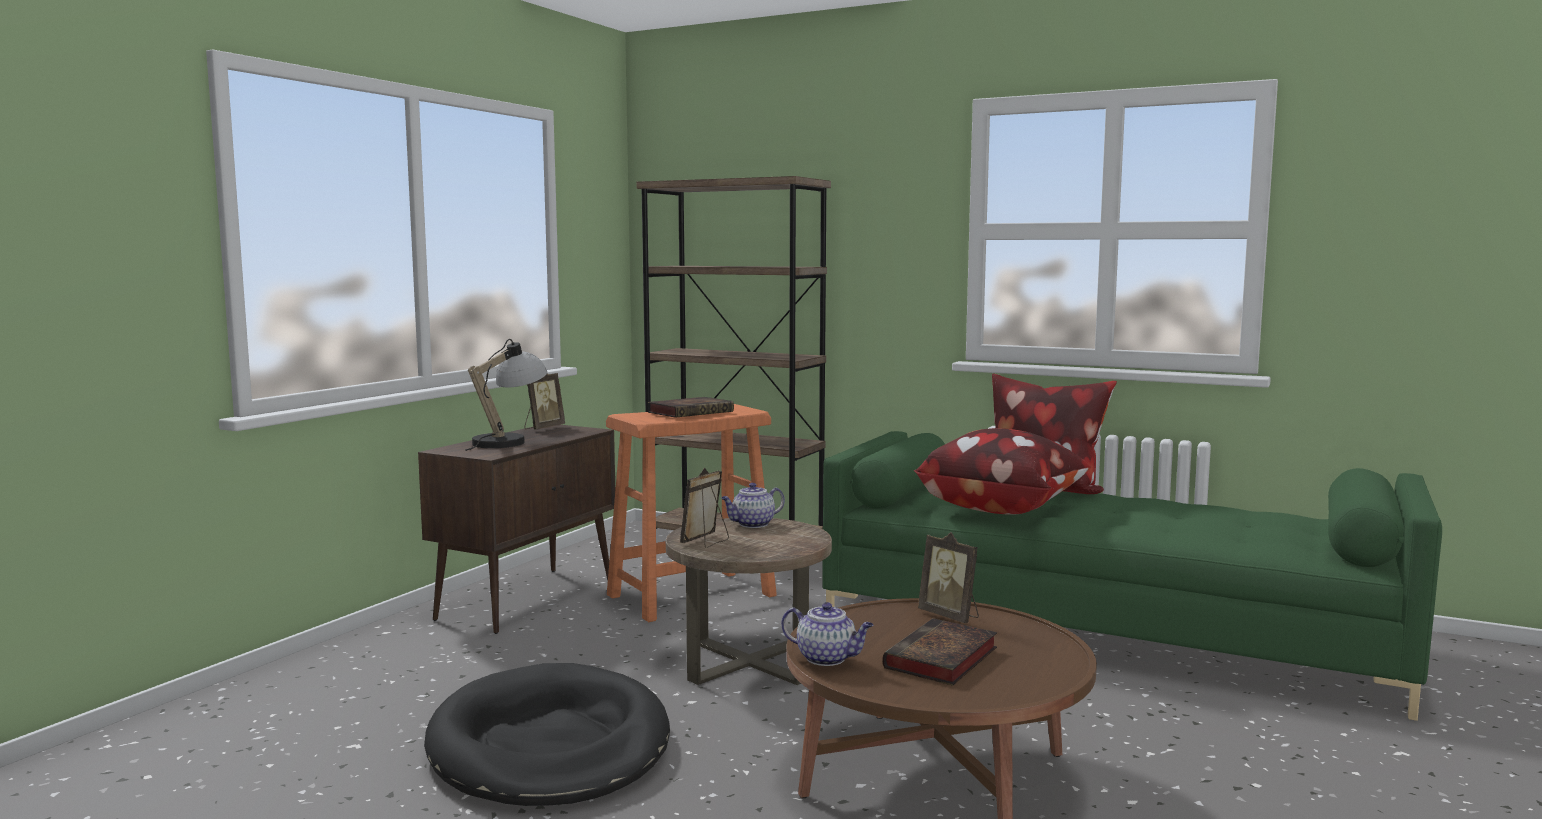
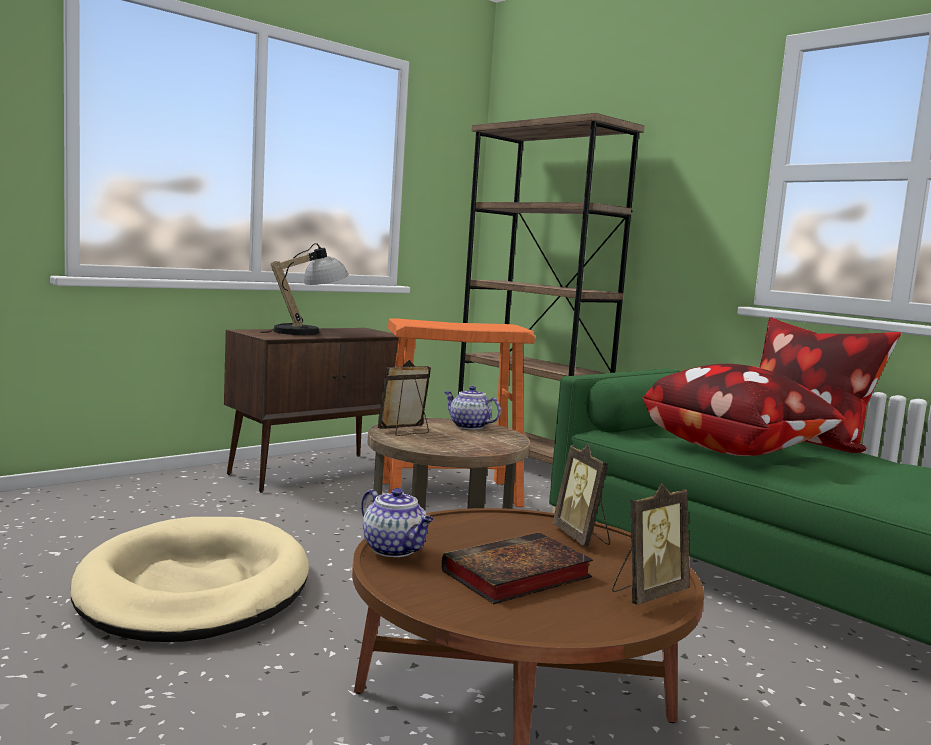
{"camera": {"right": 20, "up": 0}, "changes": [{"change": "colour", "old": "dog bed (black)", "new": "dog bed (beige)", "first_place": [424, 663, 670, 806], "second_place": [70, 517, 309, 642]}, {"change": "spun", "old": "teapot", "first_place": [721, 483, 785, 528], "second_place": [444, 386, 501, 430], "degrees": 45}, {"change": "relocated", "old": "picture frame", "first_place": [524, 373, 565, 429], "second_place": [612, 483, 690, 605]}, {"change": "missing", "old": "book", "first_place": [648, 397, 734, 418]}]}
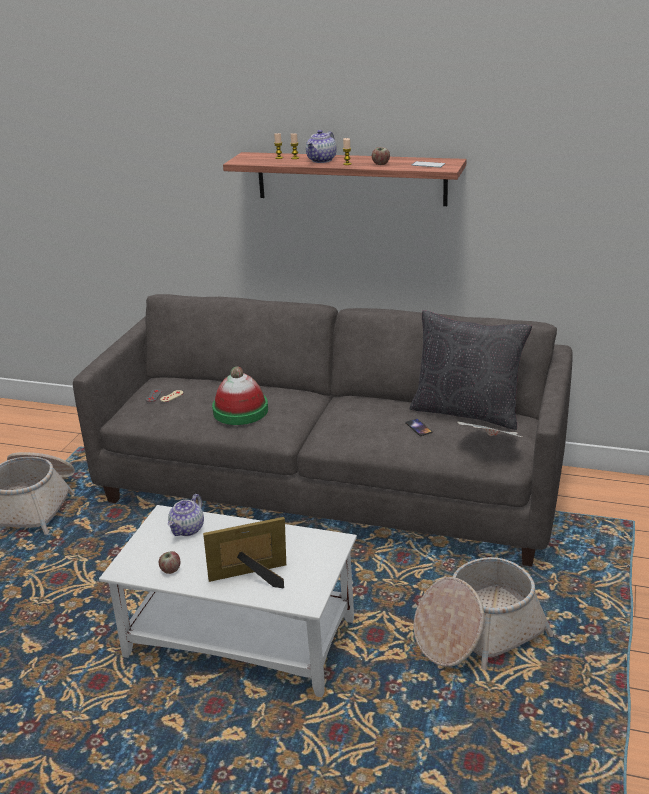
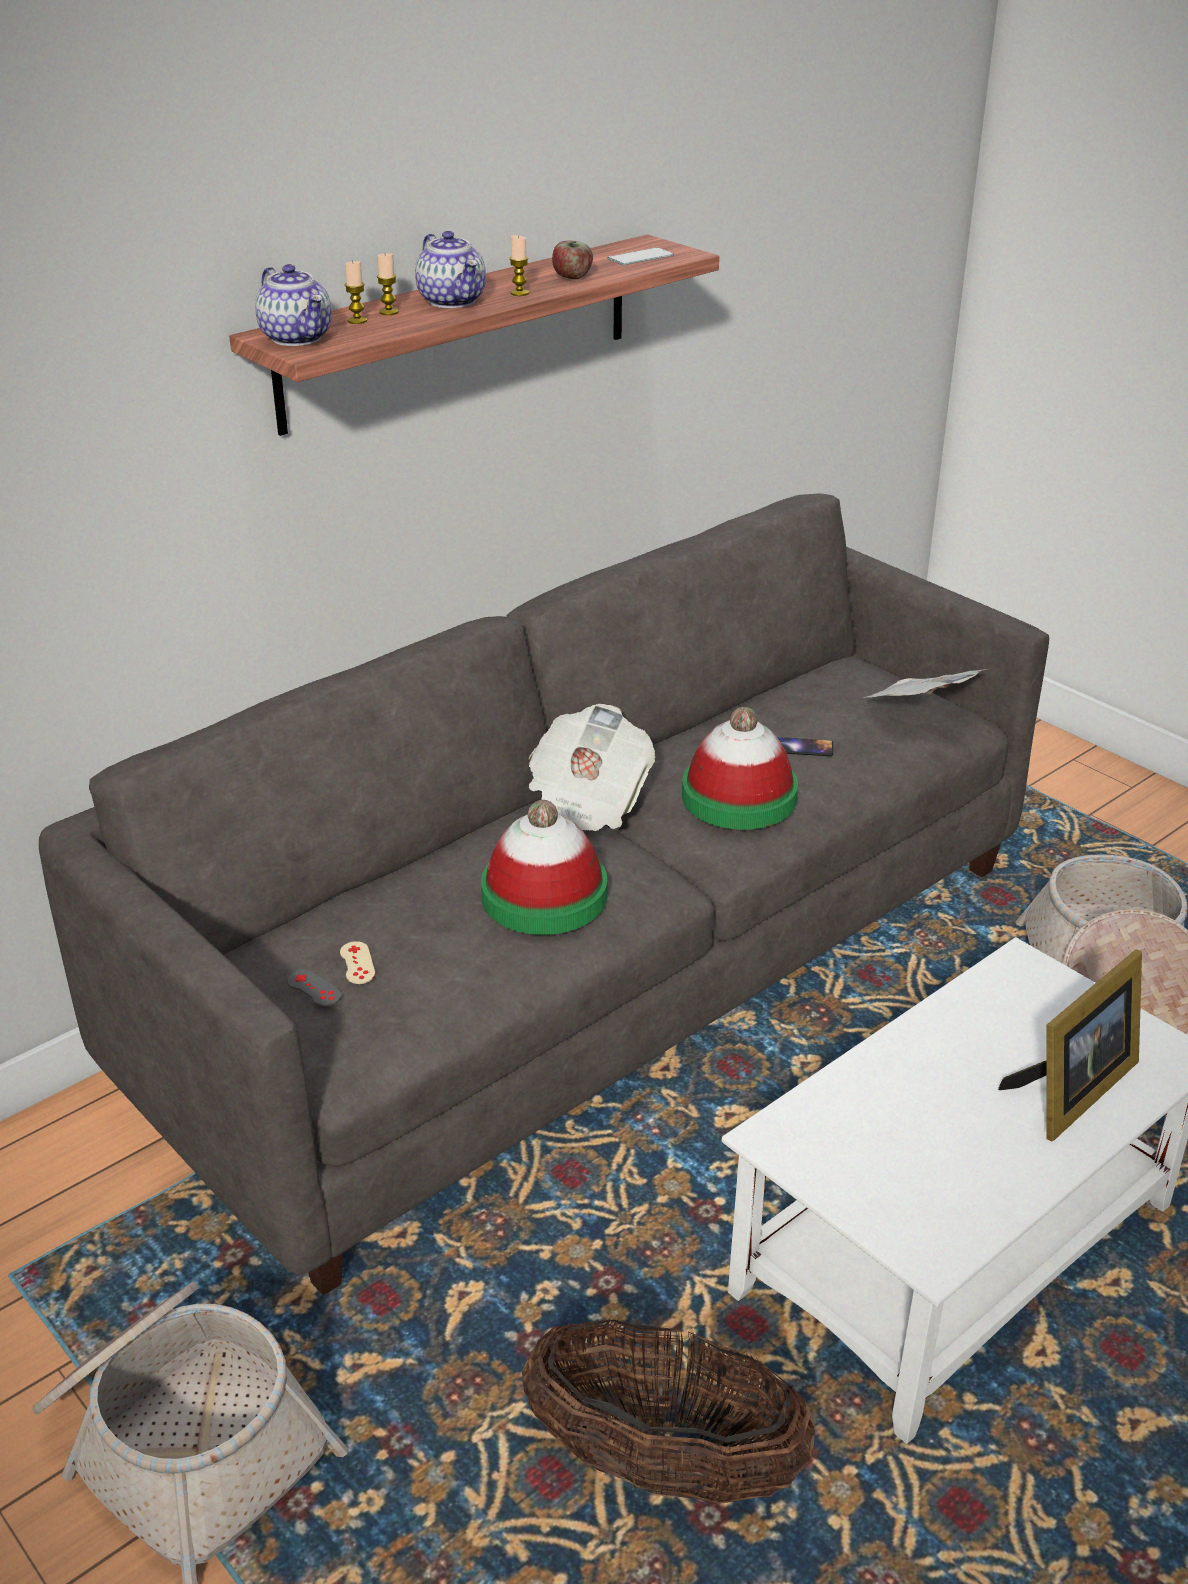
{"camera": {"right": -60, "up": 5}, "changes": [{"change": "relocated", "old": "teapot", "first_place": [168, 494, 204, 536], "second_place": [255, 264, 332, 346]}, {"change": "appeared", "new": "basket", "second_place": [522, 1318, 815, 1504]}, {"change": "appeared", "new": "newspaper", "second_place": [528, 704, 655, 831]}, {"change": "appeared", "new": "hat", "second_place": [682, 707, 798, 830]}, {"change": "spun", "old": "picture frame", "first_place": [203, 517, 286, 588], "second_place": [998, 949, 1142, 1141], "degrees": -150}, {"change": "missing", "old": "apple", "first_place": [159, 551, 181, 574]}, {"change": "missing", "old": "pillow (black)", "first_place": [410, 311, 532, 430]}]}
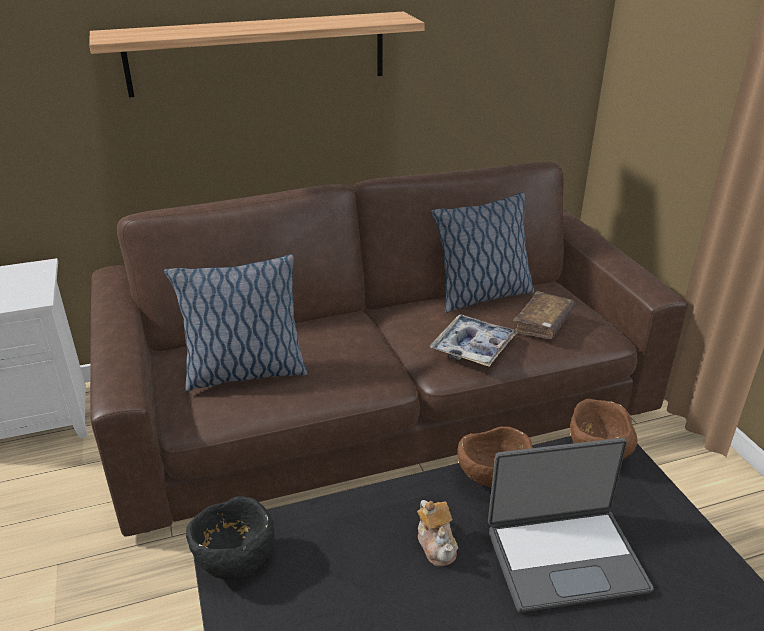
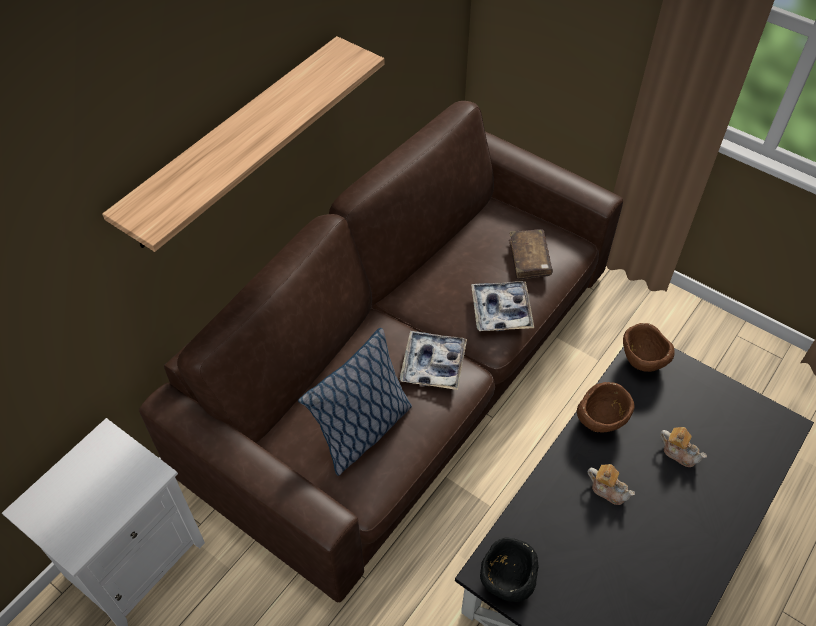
{"camera": {"right": -35, "up": 20}, "changes": [{"change": "appeared", "new": "tray", "second_place": [399, 331, 467, 390]}, {"change": "exchanged", "old": "laptop", "new": "teapot", "first_place": [488, 438, 654, 613], "second_place": [660, 427, 707, 467]}, {"change": "missing", "old": "pillow", "first_place": [431, 192, 534, 313]}]}
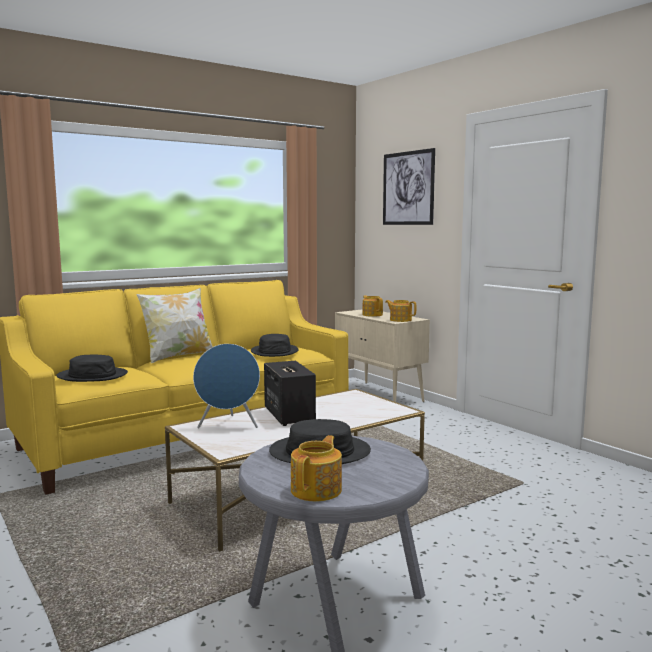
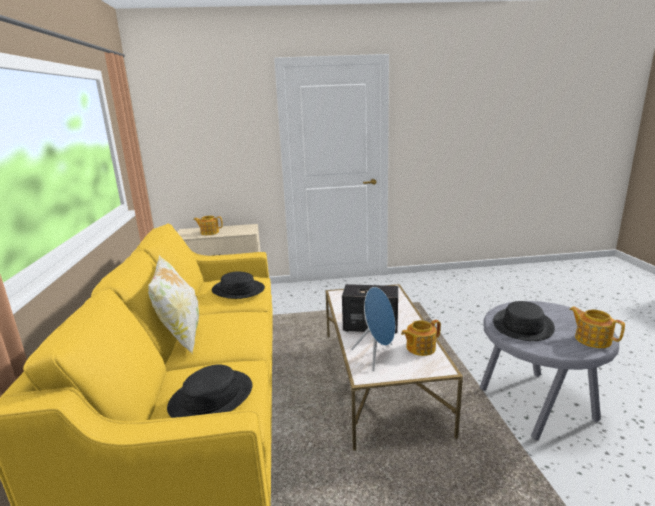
{"camera": {"right": -60, "up": 10}, "changes": [{"change": "relocated", "old": "teapot", "first_place": [385, 300, 416, 322], "second_place": [401, 320, 441, 356]}, {"change": "missing", "old": "picture", "first_place": [383, 148, 435, 225]}]}
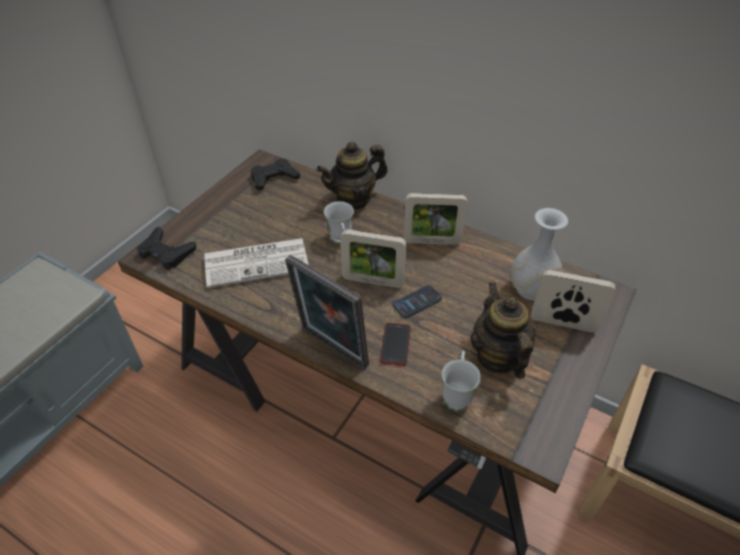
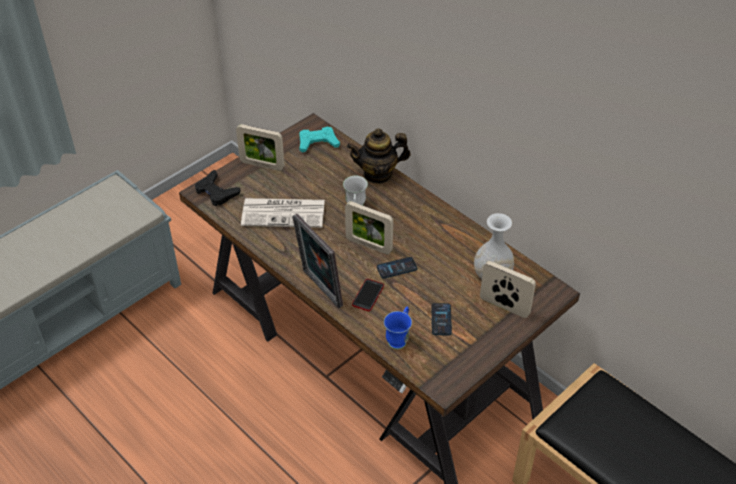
{"camera": {"right": 15, "up": 0}, "changes": [{"change": "relocated", "old": "picture frame", "first_place": [403, 193, 467, 245], "second_place": [236, 124, 285, 171]}, {"change": "colour", "old": "game controller (black)", "new": "game controller (turquoise)", "first_place": [251, 159, 300, 191], "second_place": [299, 127, 340, 153]}, {"change": "colour", "old": "mug (white)", "new": "mug (blue)", "first_place": [442, 350, 481, 411], "second_place": [384, 306, 412, 349]}, {"change": "exchanged", "old": "teapot", "new": "phone", "first_place": [471, 282, 536, 379], "second_place": [432, 303, 452, 336]}]}
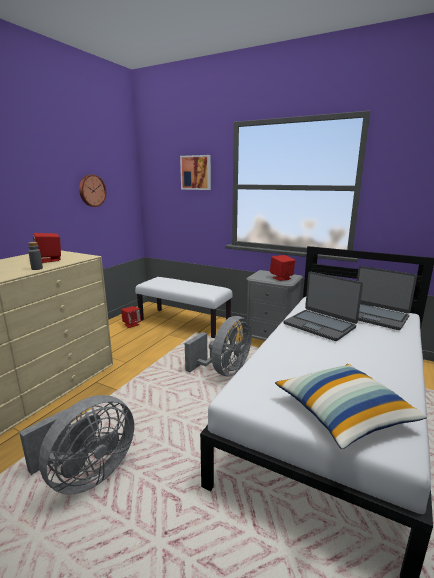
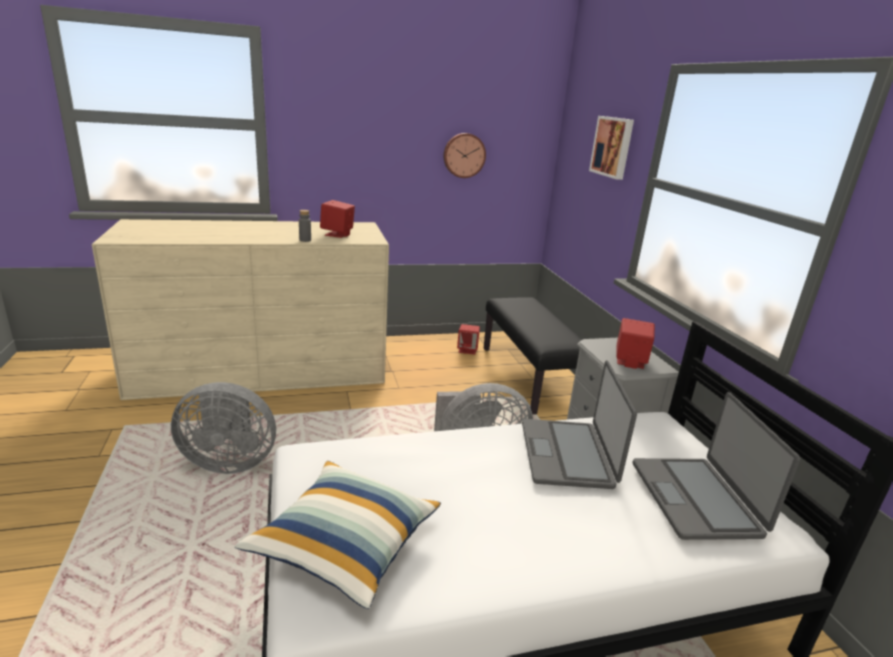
{"camera": {"right": 45, "up": 5}, "changes": [{"change": "colour", "old": "bench (white)", "new": "bench (black)", "first_place": [135, 277, 233, 338], "second_place": [484, 297, 582, 415]}]}
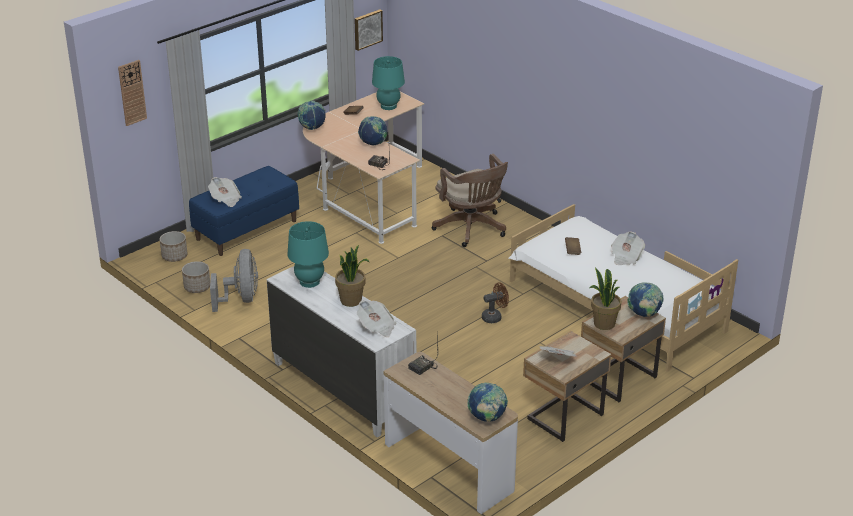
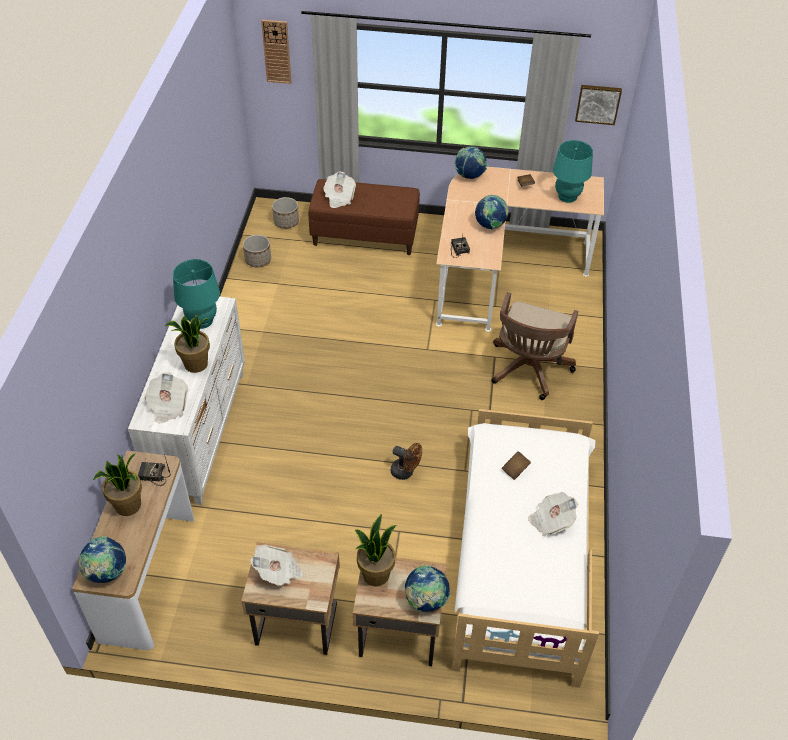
{"camera": {"right": 50, "up": 15}, "changes": [{"change": "appeared", "new": "potted plant", "second_place": [93, 453, 142, 516]}, {"change": "colour", "old": "bench (blue)", "new": "bench (brown)", "first_place": [189, 166, 299, 256], "second_place": [308, 179, 420, 255]}, {"change": "missing", "old": "fan (grey)", "first_place": [210, 249, 258, 312]}]}
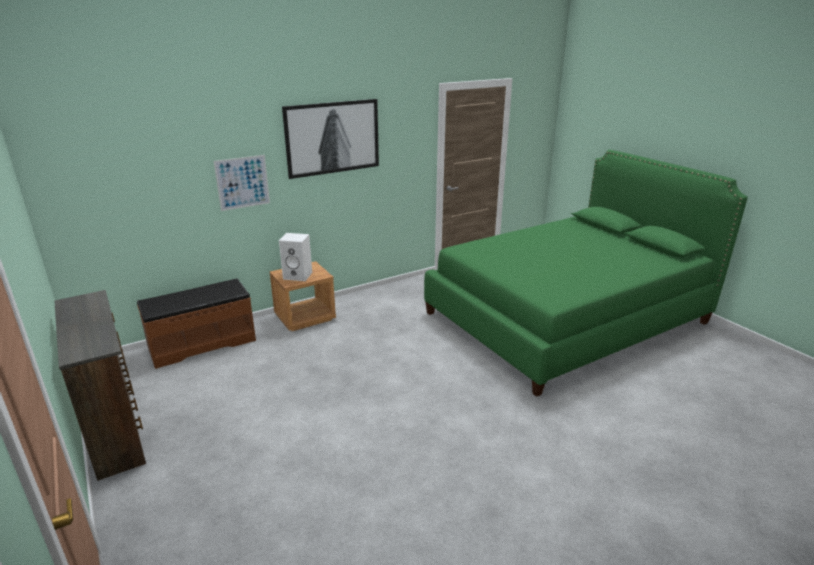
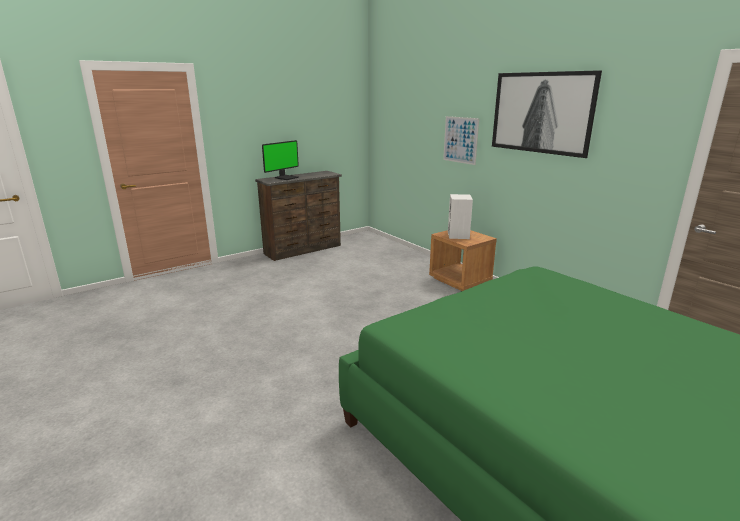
{"camera": {"right": 85, "up": -5}, "changes": [{"change": "appeared", "new": "monitor", "second_place": [262, 140, 299, 180]}, {"change": "missing", "old": "bench (brown)", "first_place": [137, 279, 256, 369]}]}
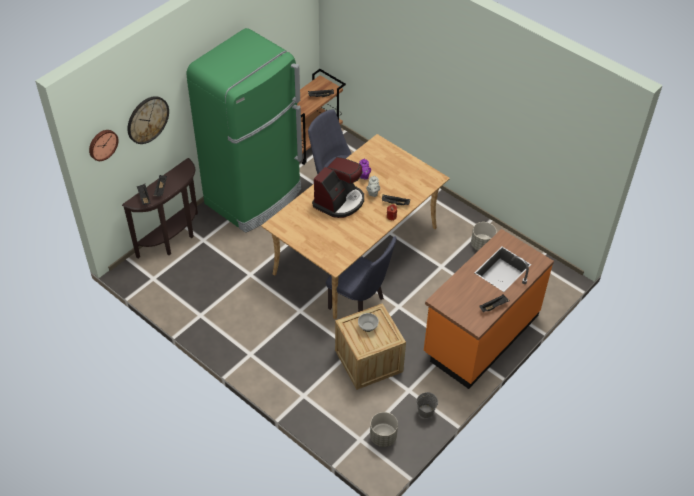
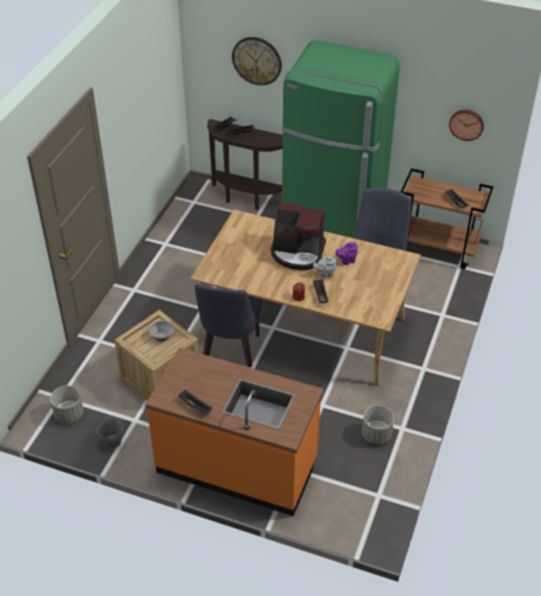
{"camera": {"right": 70, "up": -5}, "changes": [{"change": "relocated", "old": "wall clock", "first_place": [89, 130, 118, 161], "second_place": [449, 109, 484, 141]}]}
